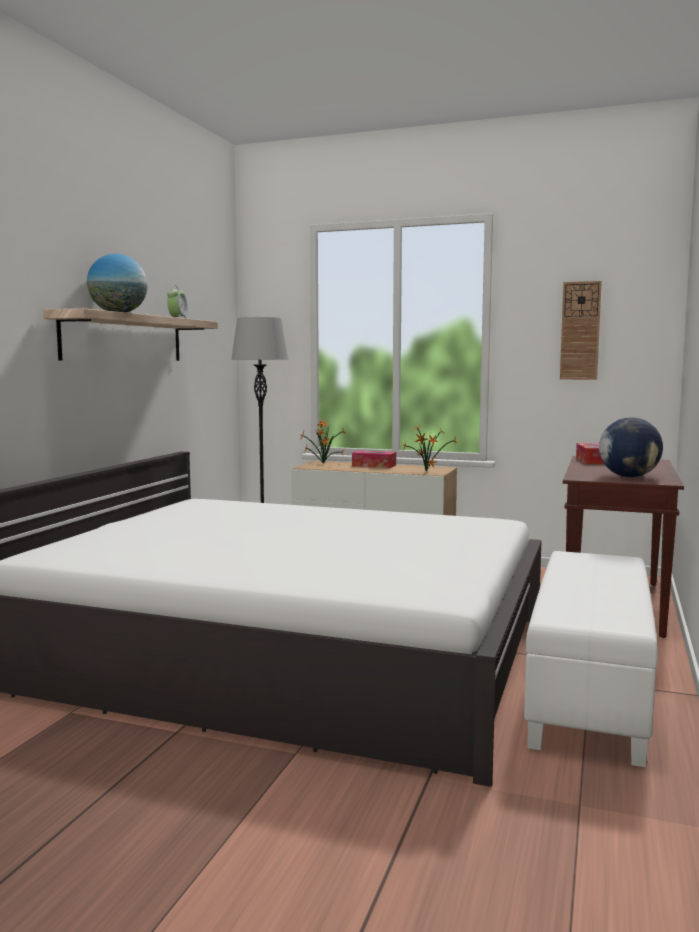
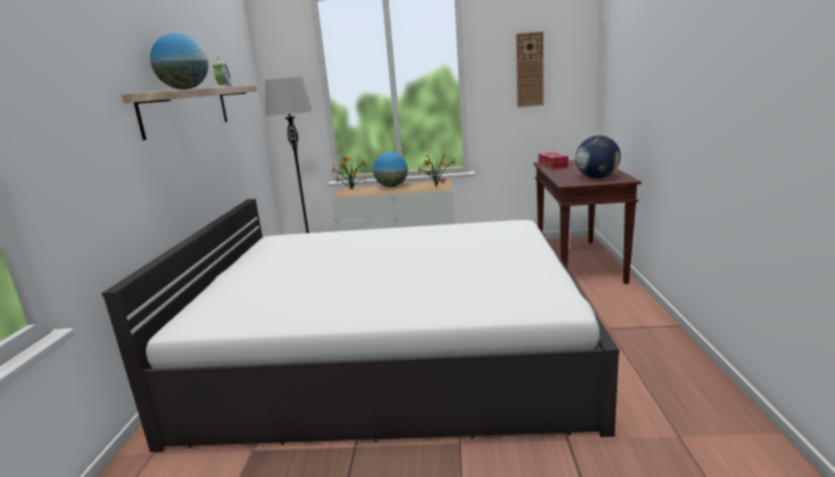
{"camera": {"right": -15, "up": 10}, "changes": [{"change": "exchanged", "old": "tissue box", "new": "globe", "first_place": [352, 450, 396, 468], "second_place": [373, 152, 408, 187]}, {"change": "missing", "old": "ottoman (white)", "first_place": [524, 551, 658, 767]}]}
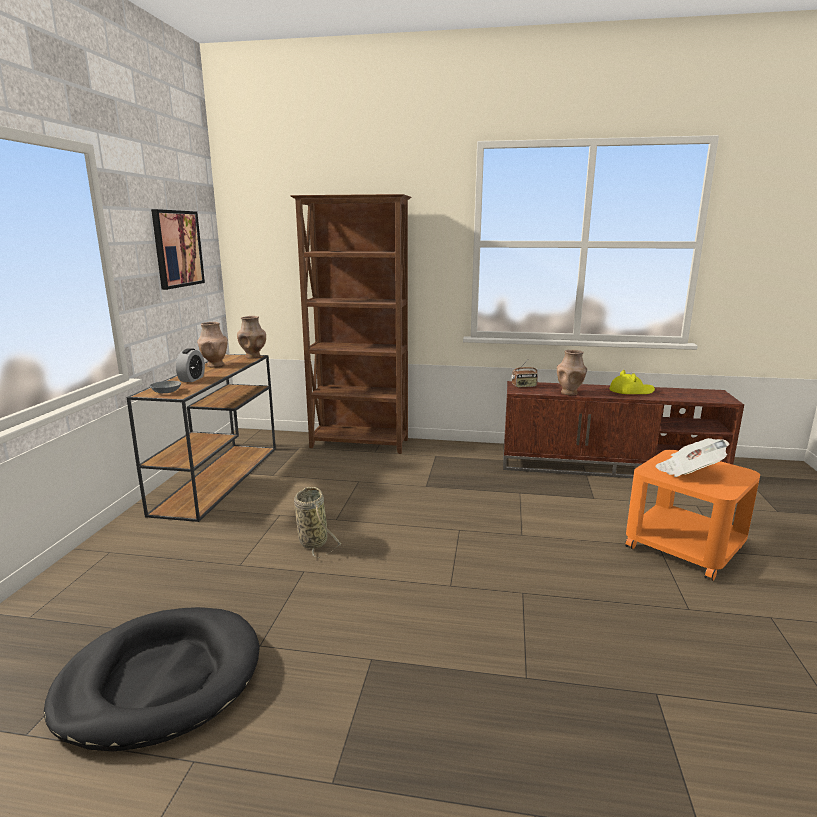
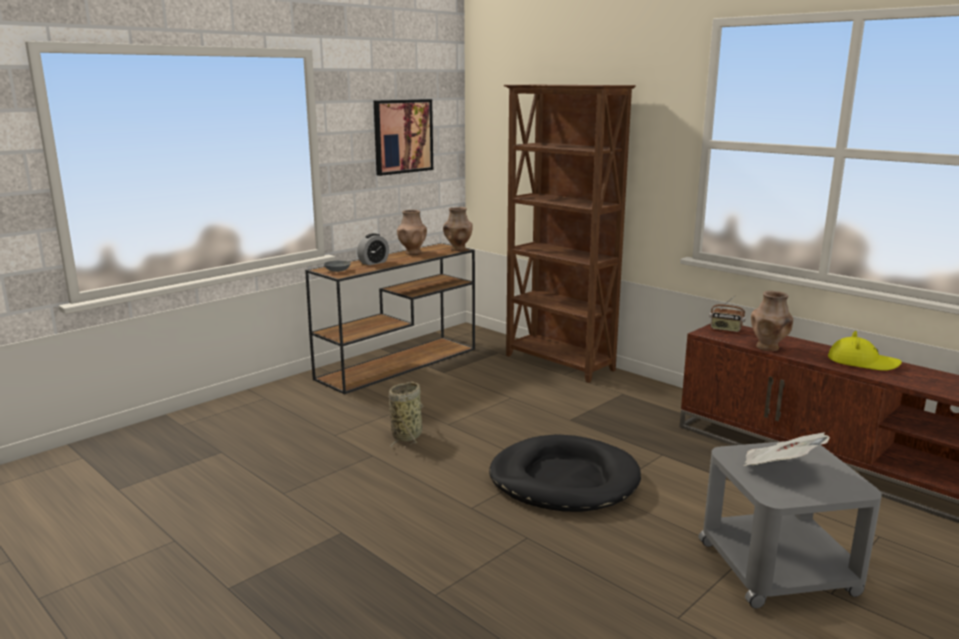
{"camera": {"right": 35, "up": 0}, "changes": [{"change": "relocated", "old": "dog bed (black)", "first_place": [44, 607, 260, 751], "second_place": [489, 434, 641, 512]}, {"change": "colour", "old": "side table (orange)", "new": "side table (grey)", "first_place": [625, 450, 760, 581], "second_place": [698, 441, 882, 609]}]}
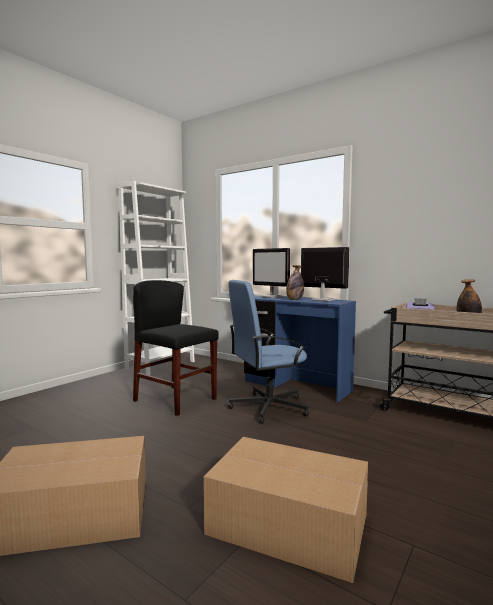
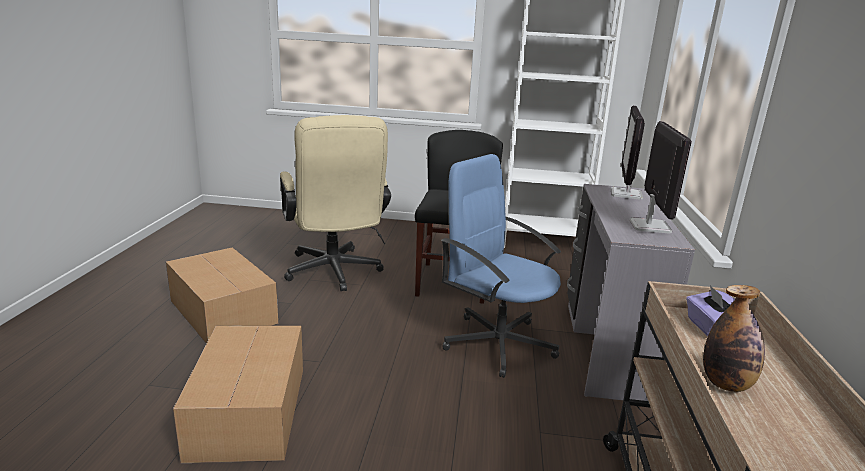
{"camera": {"right": 60, "up": 15}, "changes": [{"change": "appeared", "new": "office chair (beige)", "second_place": [280, 115, 391, 291]}, {"change": "colour", "old": "desk (blue)", "new": "desk (grey)", "first_place": [244, 296, 356, 403], "second_place": [567, 184, 695, 401]}, {"change": "missing", "old": "bottle", "first_place": [286, 265, 304, 300]}]}
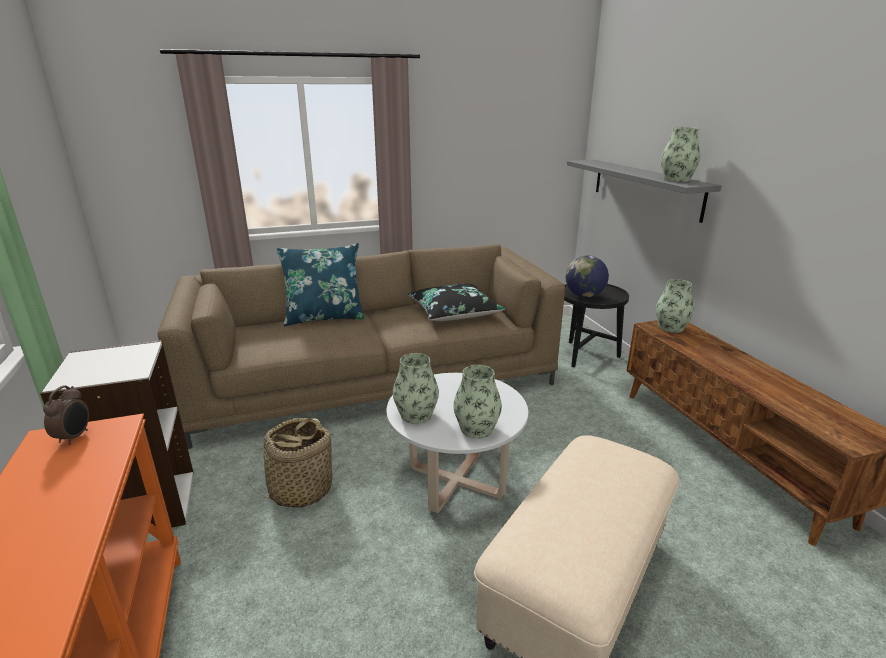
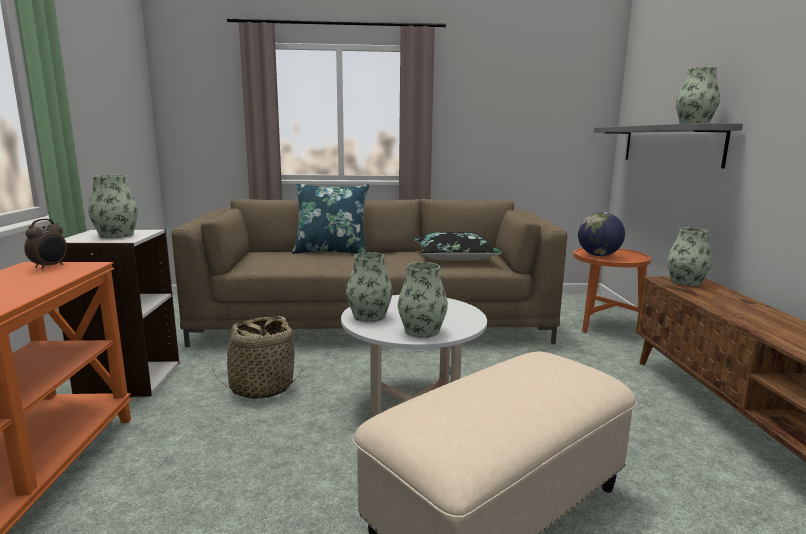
{"camera": {"right": 15, "up": -10}, "changes": [{"change": "appeared", "new": "vase", "second_place": [88, 175, 138, 238]}, {"change": "colour", "old": "side table (black)", "new": "side table (orange)", "first_place": [564, 284, 629, 367], "second_place": [573, 248, 651, 333]}]}
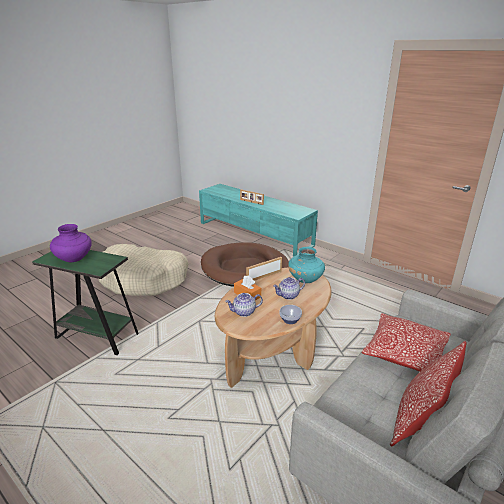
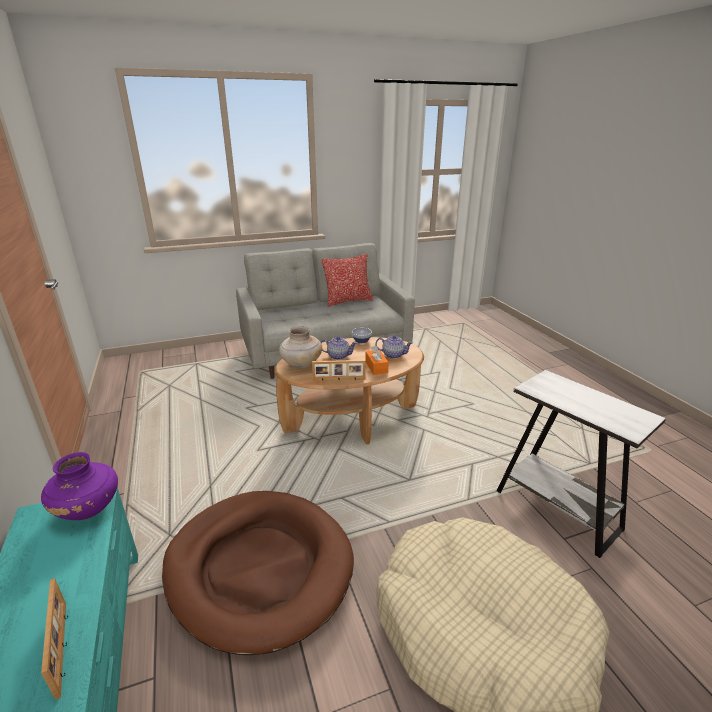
{"camera": {"right": -150, "up": 0}, "changes": [{"change": "relocated", "old": "vase (purple)", "first_place": [50, 224, 92, 262], "second_place": [41, 452, 118, 520]}, {"change": "colour", "old": "vase (turquoise)", "new": "vase (beige)", "first_place": [288, 247, 325, 283], "second_place": [279, 326, 322, 368]}, {"change": "colour", "old": "side table (green)", "new": "side table (white)", "first_place": [32, 250, 139, 355], "second_place": [497, 370, 666, 558]}, {"change": "missing", "old": "pillow", "first_place": [362, 313, 451, 372]}]}
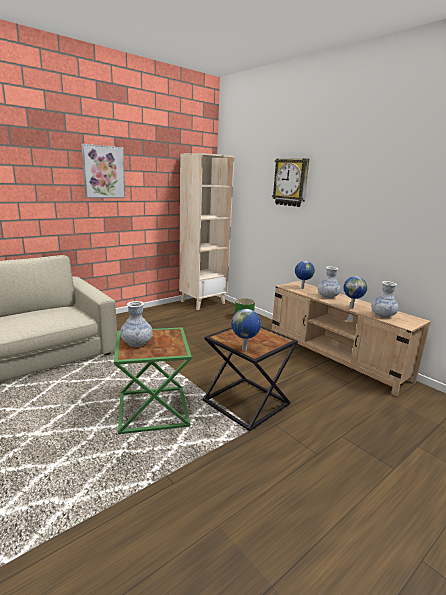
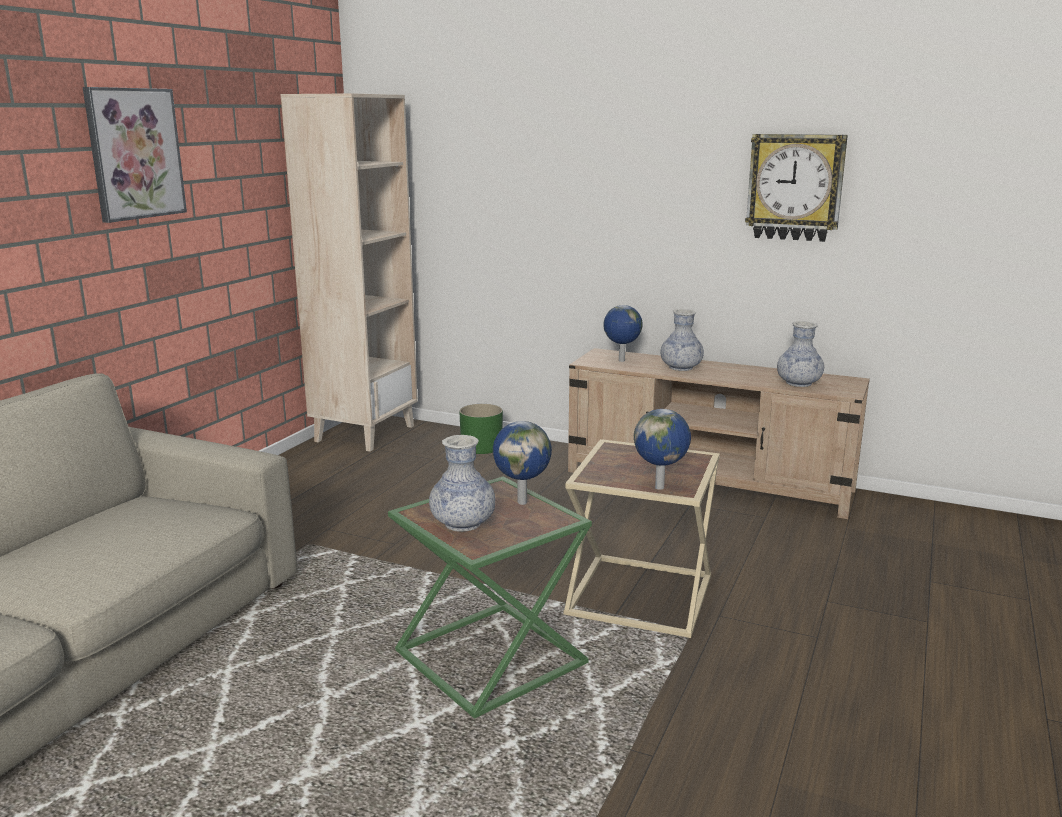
{"camera": {"right": -25, "up": 0}, "changes": [{"change": "relocated", "old": "globe", "first_place": [344, 276, 367, 309], "second_place": [493, 421, 552, 505]}, {"change": "colour", "old": "side table (black)", "new": "side table (beige)", "first_place": [203, 326, 298, 431], "second_place": [564, 439, 720, 638]}, {"change": "relocated", "old": "wall clock", "first_place": [272, 158, 309, 207], "second_place": [745, 134, 848, 242]}]}
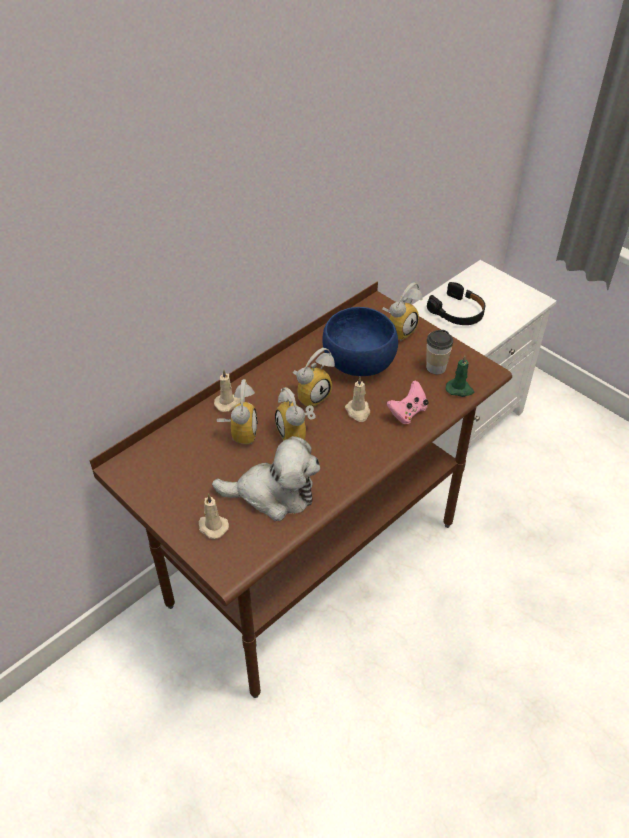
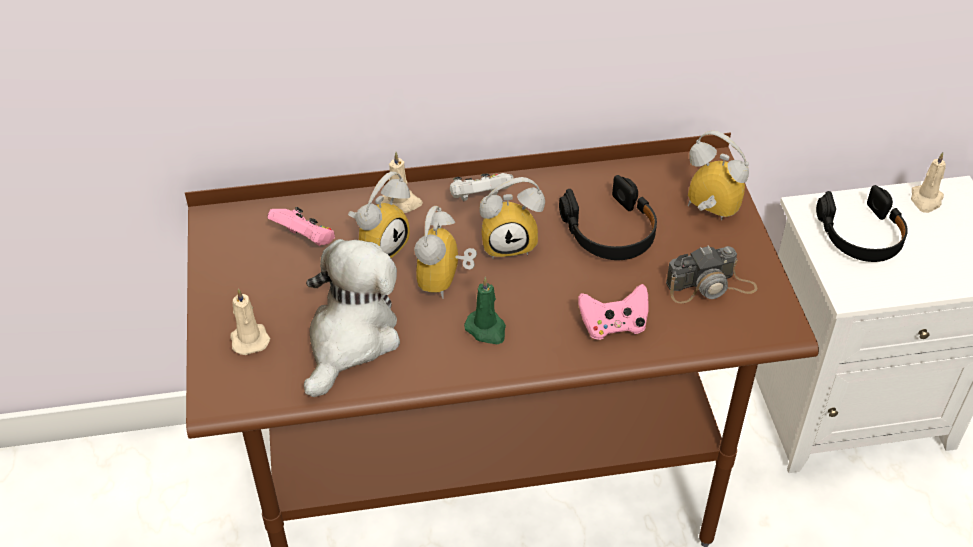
{"camera": {"right": 35, "up": 0}, "changes": [{"change": "appeared", "new": "game controller (pink)", "second_place": [267, 207, 335, 246]}, {"change": "spun", "old": "plush toy", "first_place": [212, 436, 320, 521], "second_place": [304, 239, 400, 397], "degrees": -105}, {"change": "appeared", "new": "game controller (white)", "second_place": [450, 173, 513, 201]}, {"change": "relocated", "old": "candle (green)", "first_place": [446, 355, 474, 397], "second_place": [464, 277, 506, 344]}, {"change": "exchanged", "old": "bowl (blue)", "new": "headphones (black)", "first_place": [322, 307, 398, 376], "second_place": [559, 175, 657, 260]}, {"change": "exchanged", "old": "cup", "new": "photo camera", "first_place": [426, 330, 453, 375], "second_place": [666, 245, 758, 303]}, {"change": "spun", "old": "alarm clock", "first_place": [383, 282, 423, 341], "second_place": [688, 131, 749, 220], "degrees": -135}, {"change": "relocated", "old": "candle (beige)", "first_place": [345, 377, 370, 422], "second_place": [911, 152, 946, 213]}]}
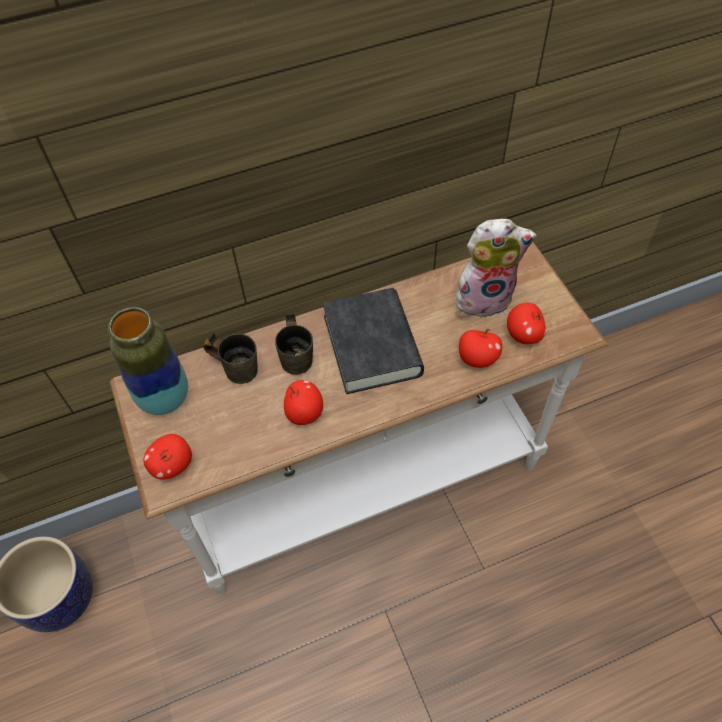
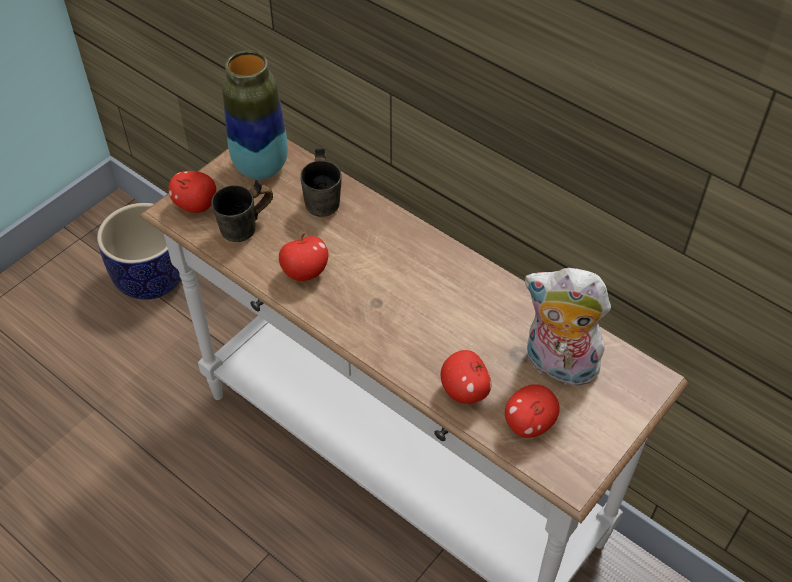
{"camera": {"right": 60, "up": -5}, "changes": [{"change": "relocated", "old": "mug (grey)", "first_place": [275, 313, 313, 375], "second_place": [211, 179, 273, 242]}, {"change": "spun", "old": "plush toy", "first_place": [456, 219, 536, 319], "second_place": [525, 268, 611, 389], "degrees": 150}, {"change": "missing", "old": "book (black)", "first_place": [323, 288, 424, 394]}]}
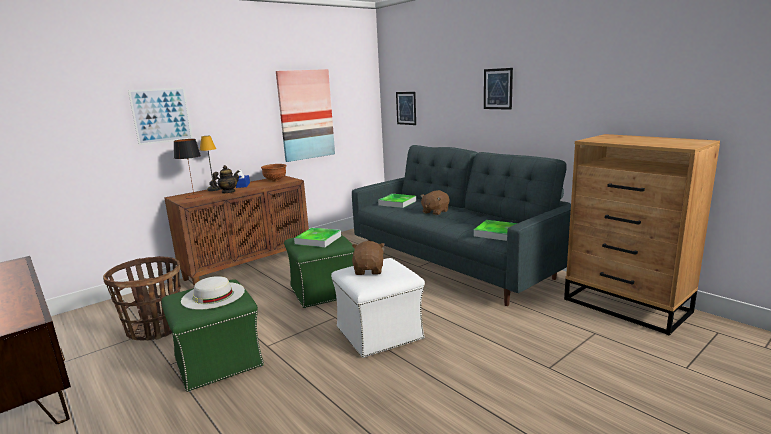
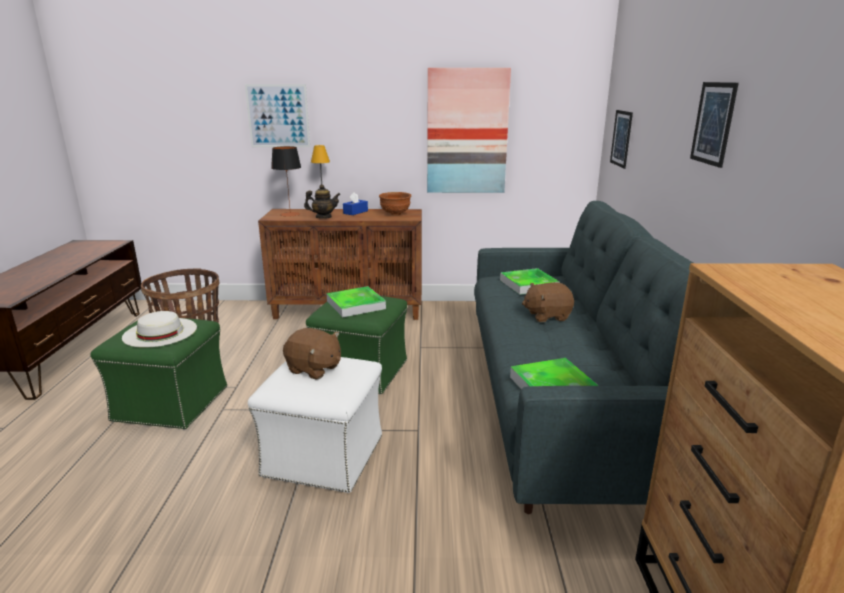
{"camera": {"right": 40, "up": 5}, "changes": [{"change": "spun", "old": "plush toy (brown)", "first_place": [352, 241, 385, 275], "second_place": [283, 328, 341, 380], "degrees": 75}]}
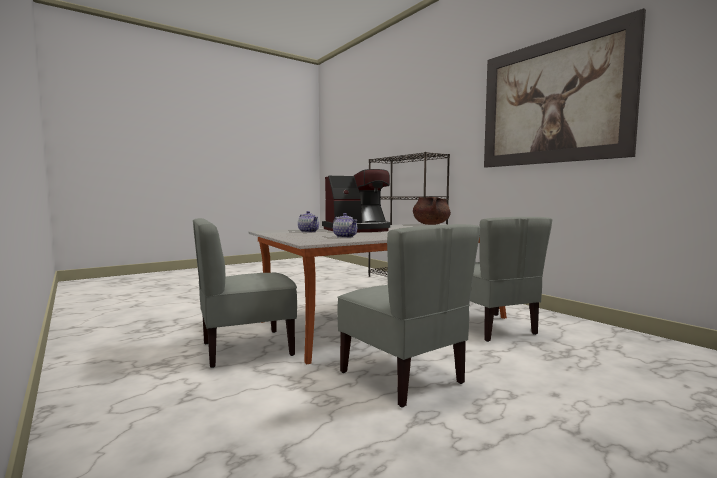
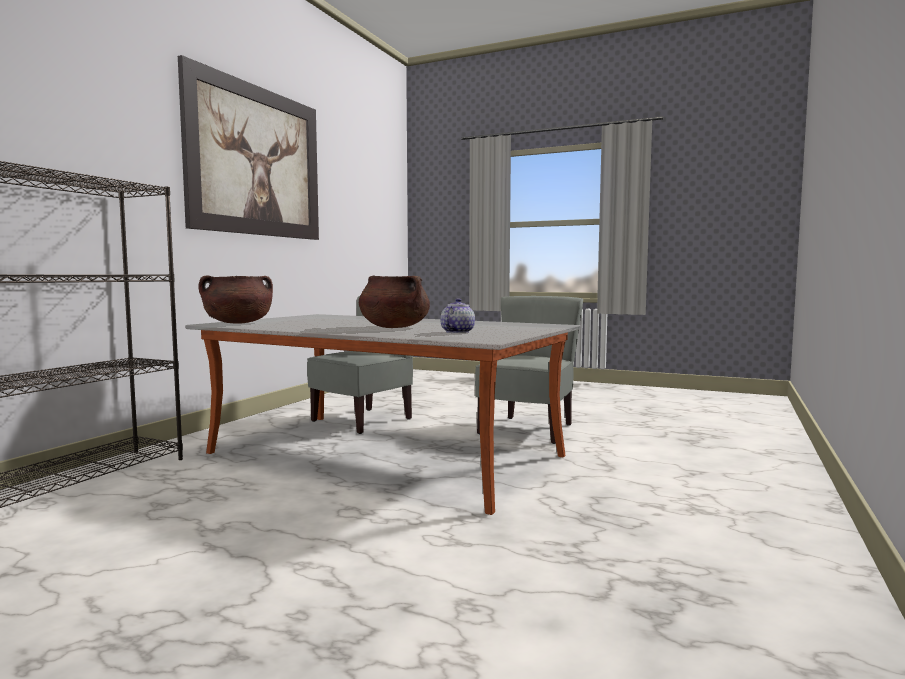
{"camera": {"right": -120, "up": 0}, "changes": [{"change": "exchanged", "old": "coffee machine", "new": "cooking pot (brown)", "first_place": [322, 169, 390, 232], "second_place": [359, 275, 430, 328]}, {"change": "missing", "old": "chair (grey)", "first_place": [193, 218, 297, 368]}, {"change": "missing", "old": "teapot", "first_place": [333, 213, 358, 238]}]}
